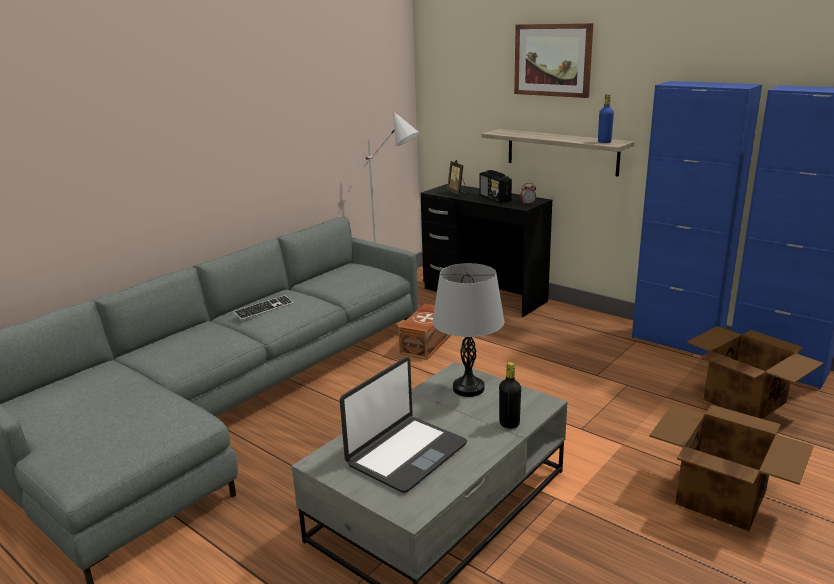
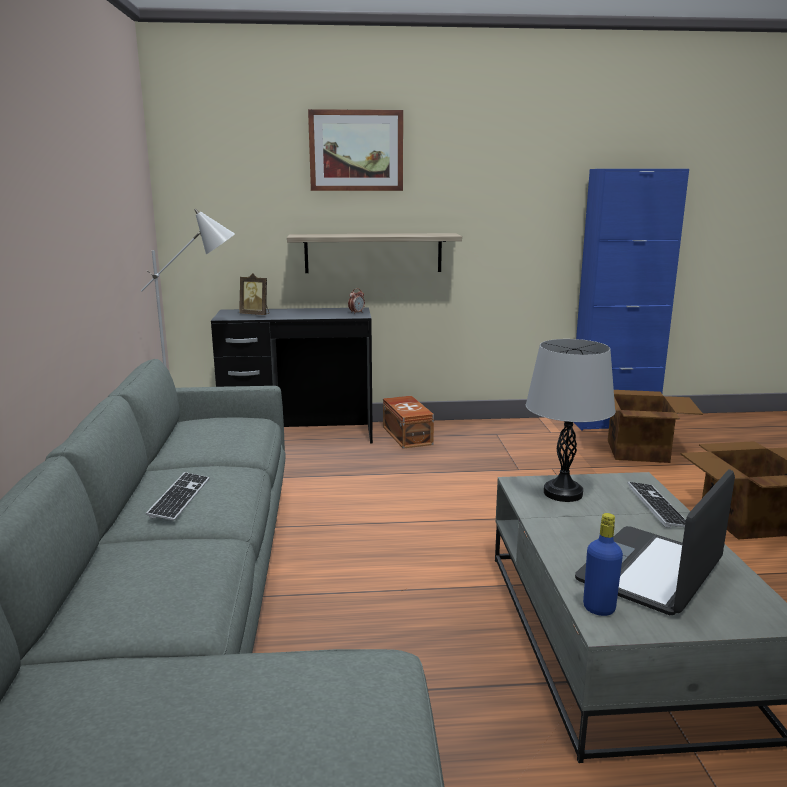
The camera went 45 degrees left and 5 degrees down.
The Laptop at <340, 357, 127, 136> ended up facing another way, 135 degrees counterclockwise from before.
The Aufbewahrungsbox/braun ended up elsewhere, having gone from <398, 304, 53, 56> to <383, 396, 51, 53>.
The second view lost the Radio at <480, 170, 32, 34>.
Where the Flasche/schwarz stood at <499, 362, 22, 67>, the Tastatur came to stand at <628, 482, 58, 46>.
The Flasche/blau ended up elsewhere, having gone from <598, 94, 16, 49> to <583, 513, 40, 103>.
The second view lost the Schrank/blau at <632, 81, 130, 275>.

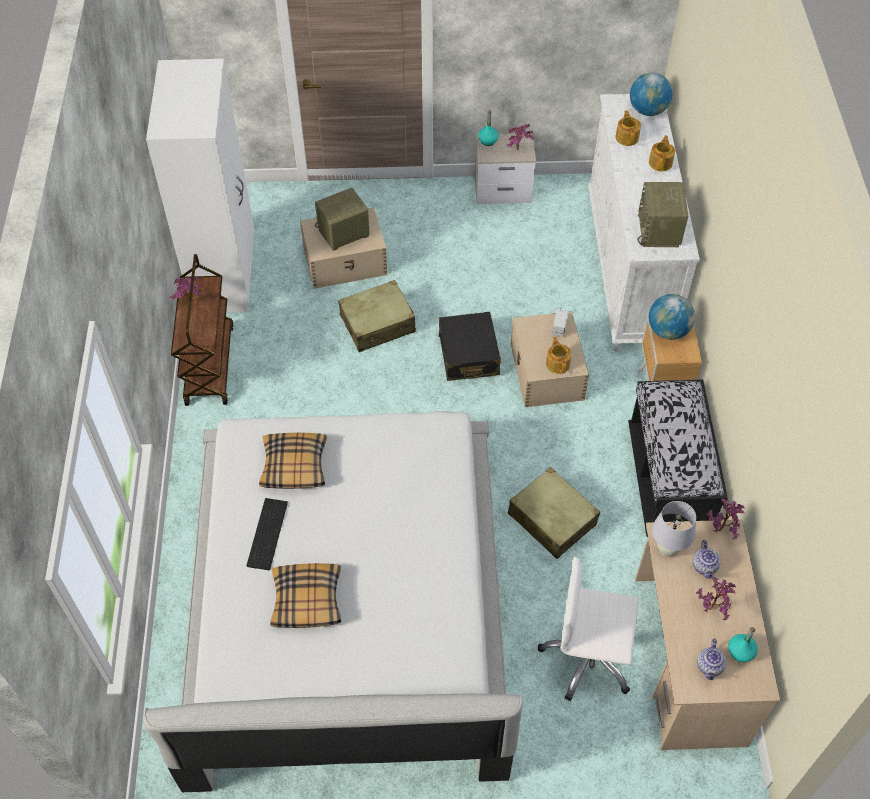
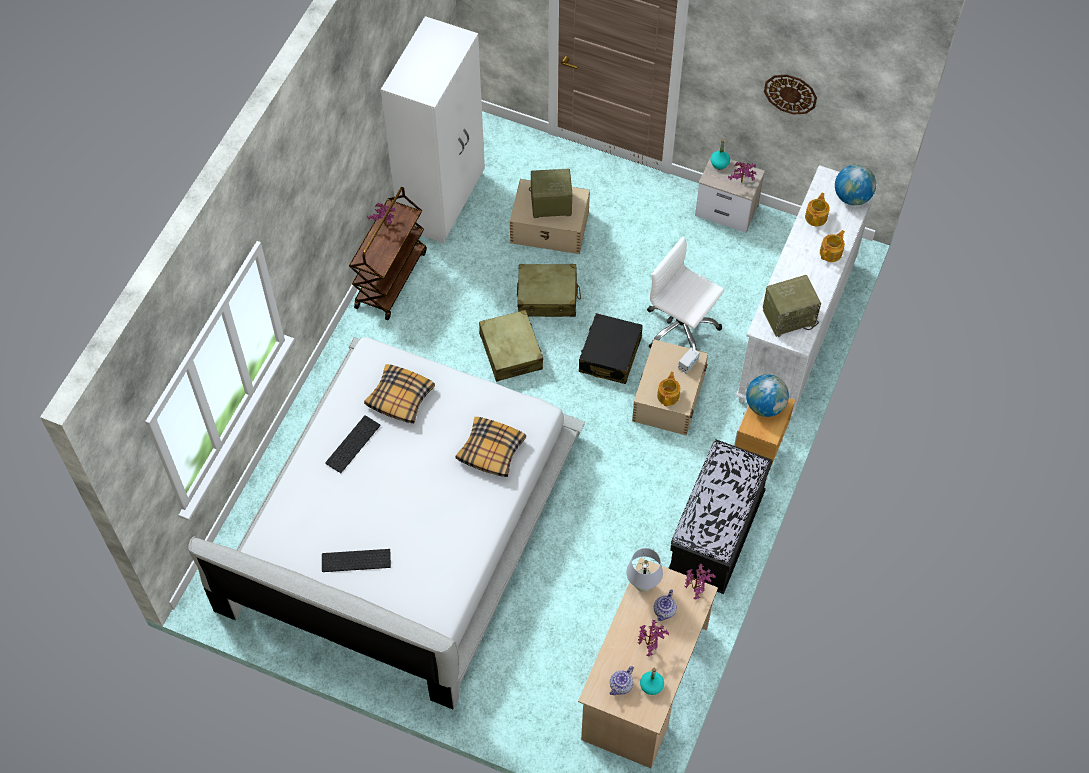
The camera went 25 degrees right and 5 degrees up.
The Kissen ended up elsewhere, having gone from <270, 563, 71, 65> to <455, 417, 71, 60>.
The Koffer/beige ended up elsewhere, having gone from <508, 467, 92, 92> to <479, 310, 64, 72>.
The Bürostuhl/weiß ended up elsewhere, having gone from <538, 557, 100, 144> to <647, 236, 78, 114>.
The Radio at <637, 182, 51, 65> ended up facing another way, 135 degrees counterclockwise from before.
The second view gained the Tastatur at <322, 549, 69, 23>.
The second view gained the Wanduhr at <764, 74, 53, 41>.

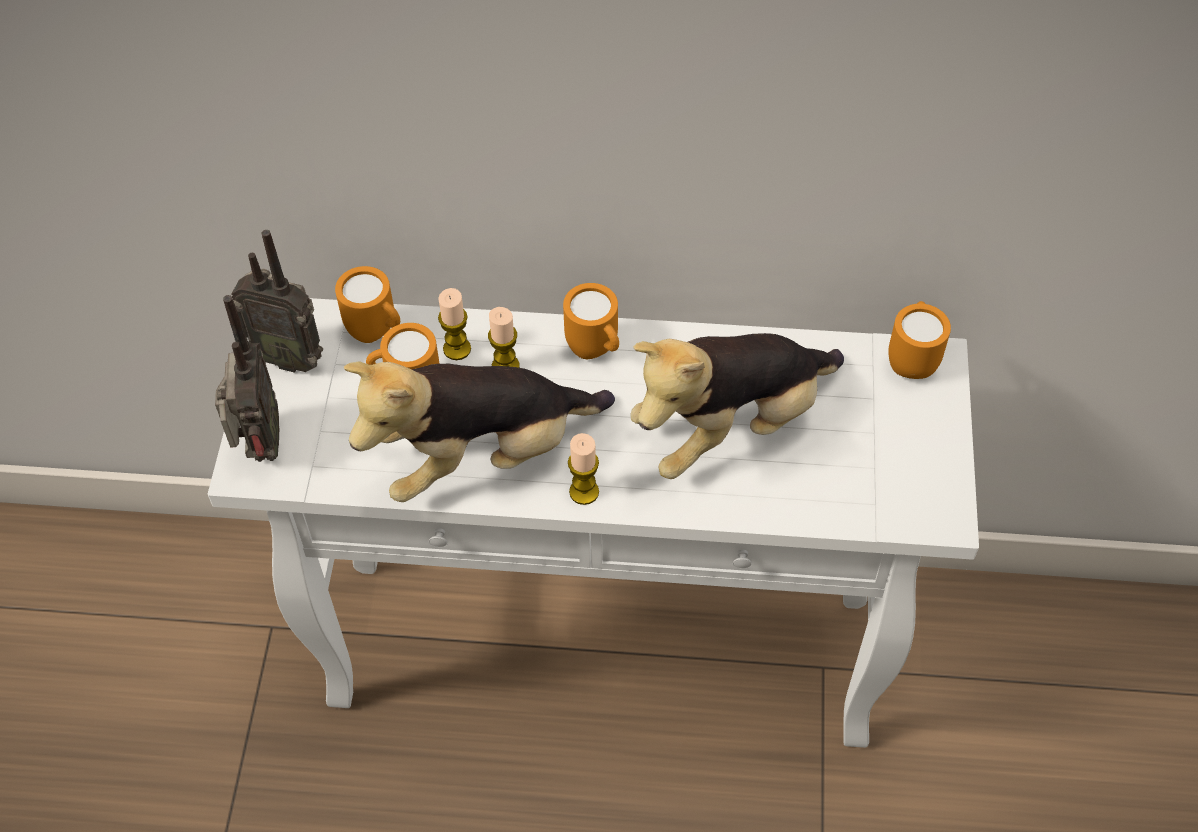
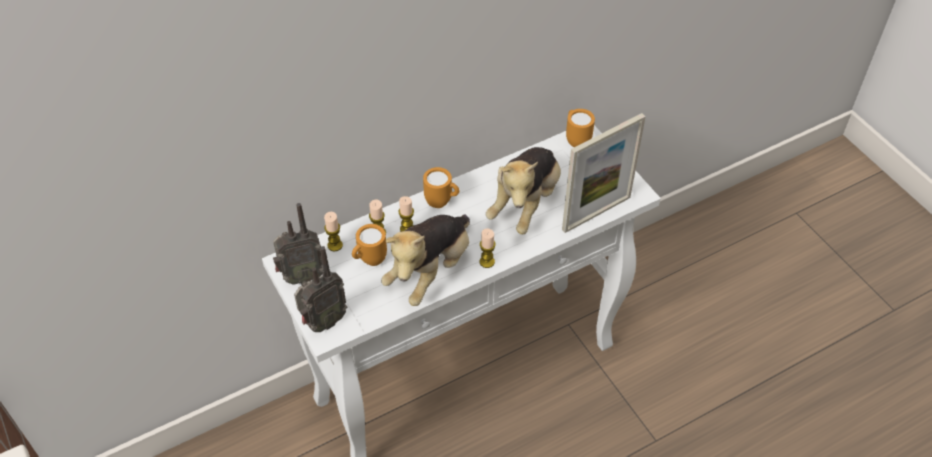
The camera went 35 degrees left and 5 degrees down.
The Radio at <215, 295, 64, 167> ended up facing another way, 90 degrees clockwise from before.
Where the Henkelbecher/orange stood at <335, 266, 65, 77>, the Kerze came to stand at <324, 212, 19, 39>.
The second view gained the Bilderrahmen at <562, 113, 84, 120>.

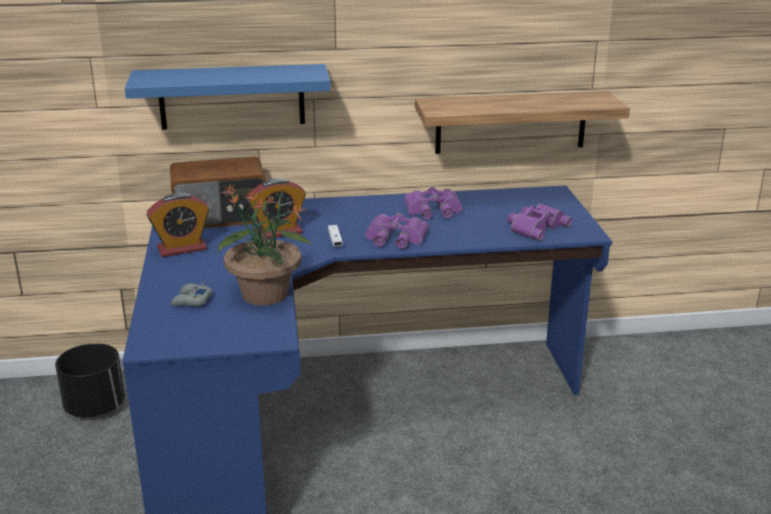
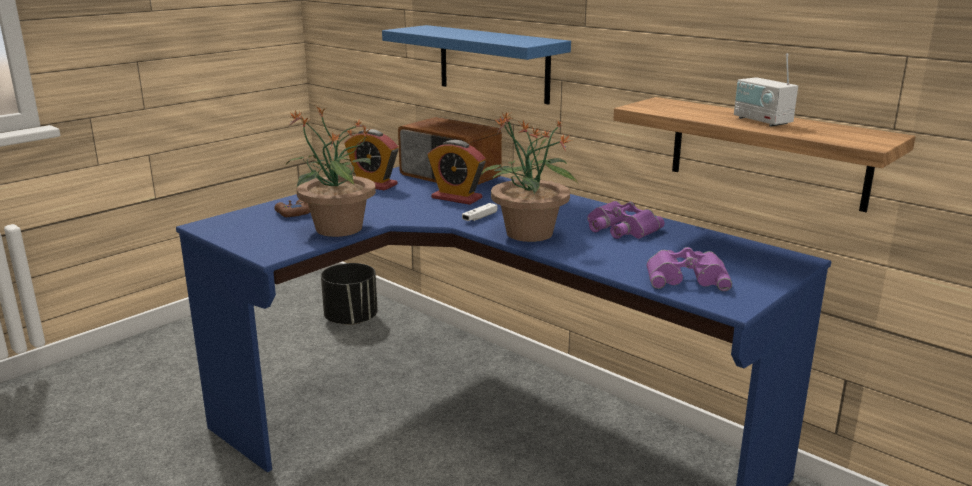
The camera went 50 degrees right and 5 degrees down.
What was the Gamepad/grau at <171, 282, 42, 24> turned into the Gamepad/braun at <274, 199, 36, 18>.
Where the Fernglas/lila stood at <365, 213, 64, 36>, the Topfpflanze came to stand at <481, 112, 97, 130>.
The second view gained the Radio at <734, 53, 64, 73>.

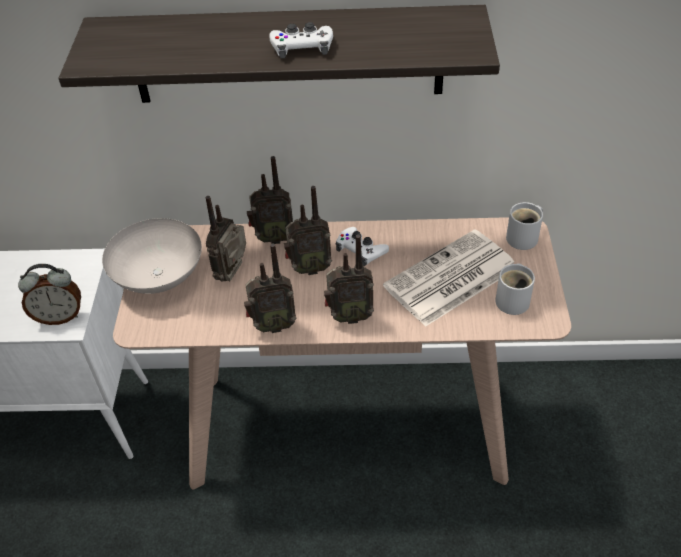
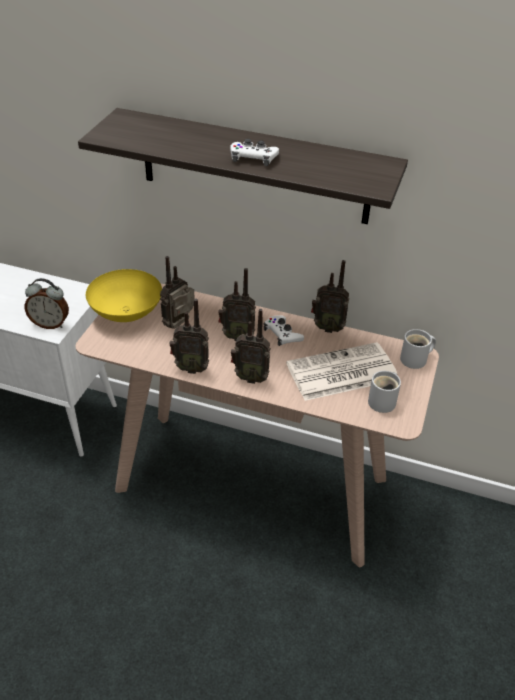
The camera went 15 degrees right and 5 degrees down.
What was the Schüssel/weiß at <102, 218, 100, 76> turned into the Schüssel/gelb at <86, 269, 76, 53>.
The Radio ended up elsewhere, having gone from <247, 156, 46, 88> to <311, 260, 38, 73>.

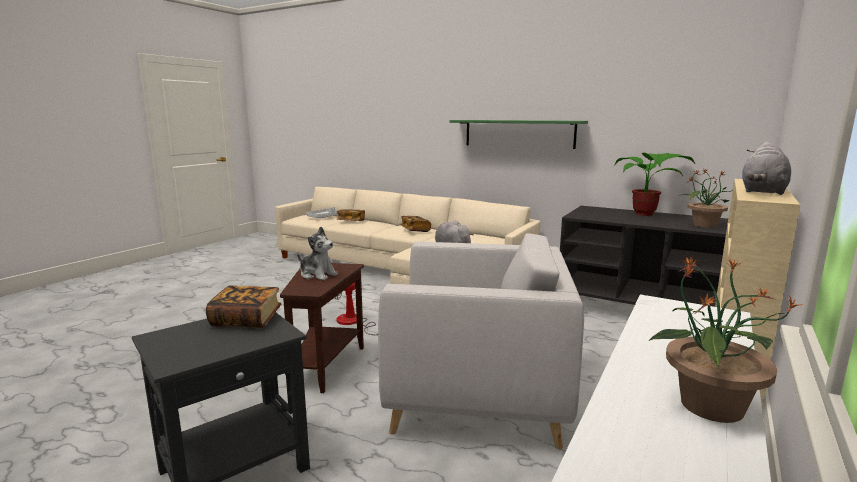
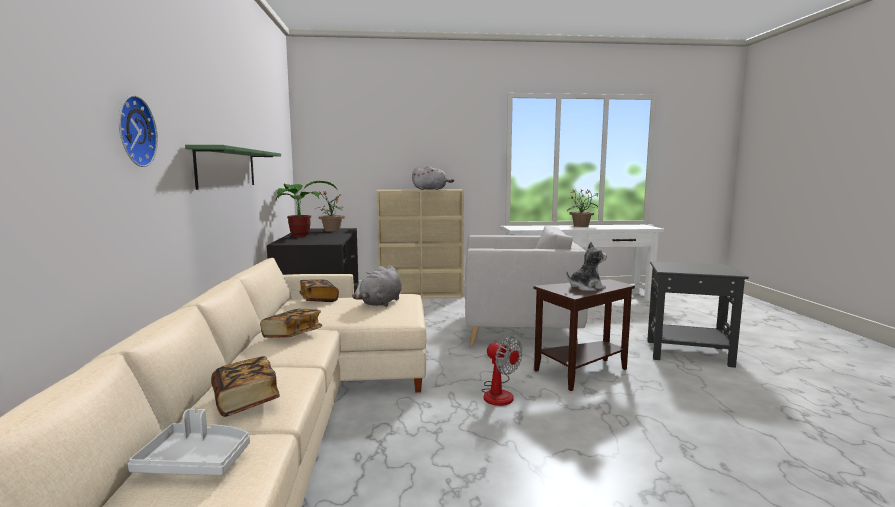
The camera went 125 degrees left and 5 degrees down.
The Buch ended up elsewhere, having gone from <206, 286, 75, 42> to <299, 279, 40, 23>.
The Plüschtier at <297, 227, 41, 53> ended up facing another way, 75 degrees clockwise from before.
The Sessel/grau at <378, 233, 206, 217> ended up facing another way, 120 degrees clockwise from before.
The second view gained the Wanduhr at <119, 95, 39, 72>.

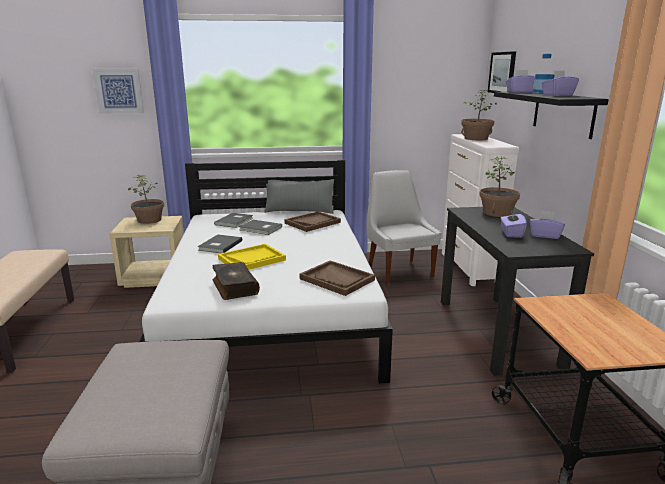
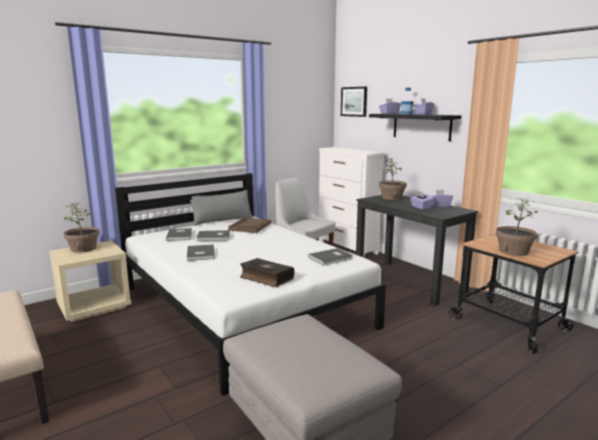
The camera went 30 degrees left and 5 degrees down.
The second view lost the Bild at <92, 69, 52, 45>.
The second view lost the Tablett/gelb at <218, 243, 68, 27>.
Where the Tablett/braun stood at <300, 261, 75, 35>, the Buch/grau came to stand at <308, 248, 45, 18>.
The Topfpflanze ended up elsewhere, having gone from <461, 90, 36, 50> to <496, 198, 42, 58>.

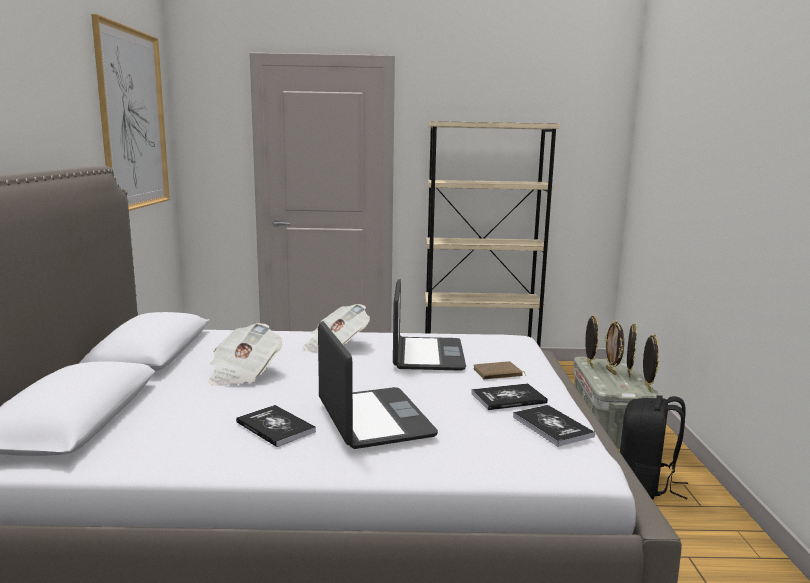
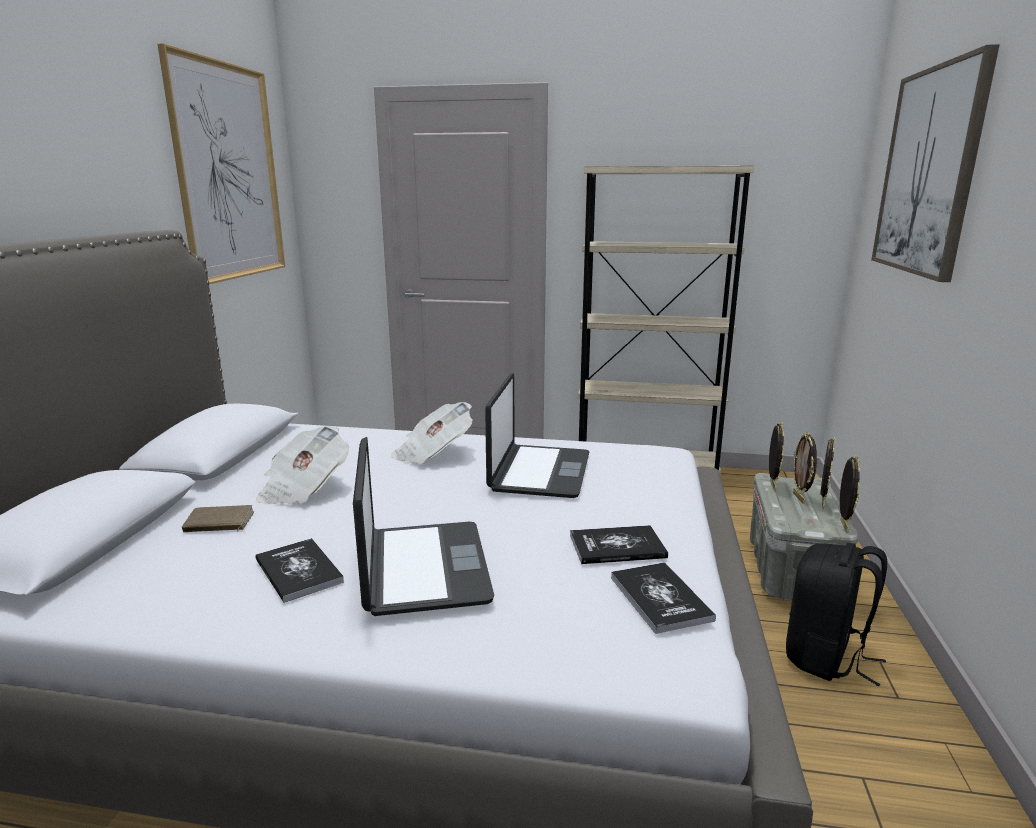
The camera went 10 degrees right and 5 degrees up.
The Buch/braun ended up elsewhere, having gone from <473, 361, 53, 18> to <182, 505, 73, 27>.
The second view gained the Bild at <871, 44, 129, 238>.

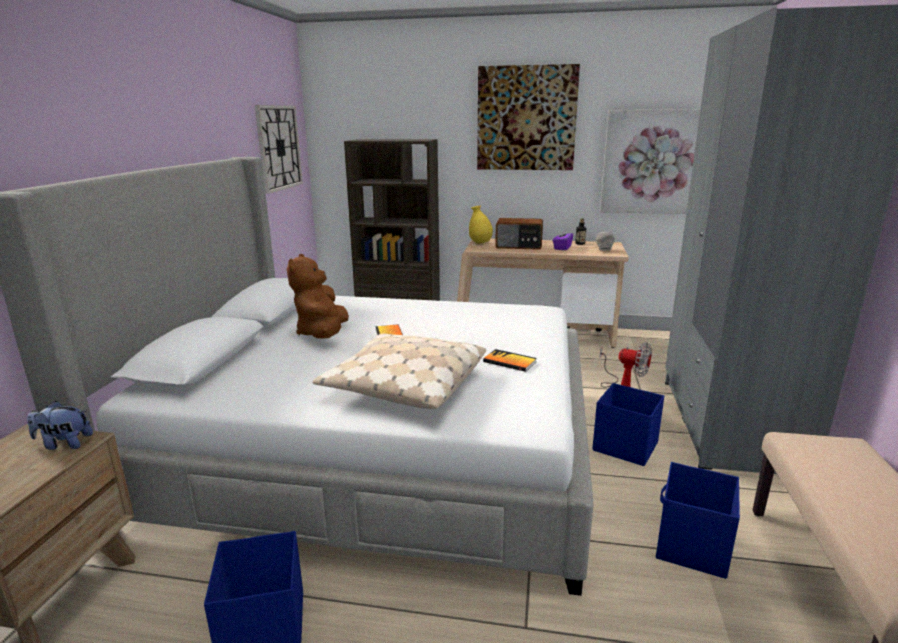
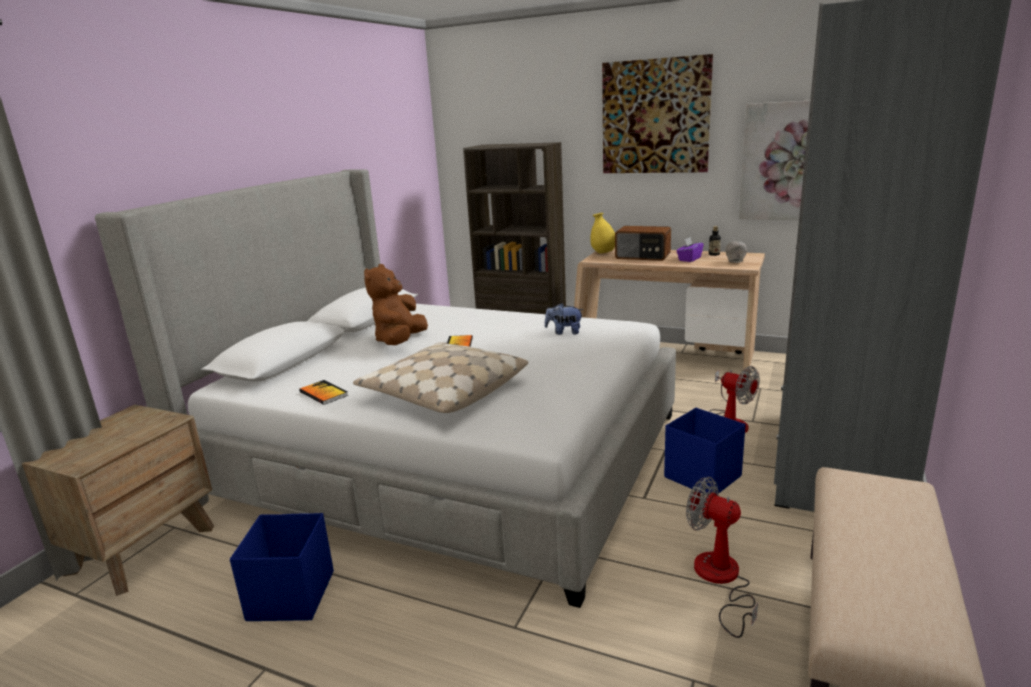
The camera went 15 degrees right and 0 degrees up.
The Plüschtier ended up elsewhere, having gone from <27, 401, 66, 49> to <545, 303, 39, 32>.
The second view lost the Wanduhr at <255, 105, 48, 89>.
The Buch ended up elsewhere, having gone from <483, 349, 54, 23> to <299, 380, 50, 25>.
Where the Aufbewahrungsbox/blau stood at <656, 462, 84, 117>, the Ventilator came to stand at <686, 477, 72, 161>.

